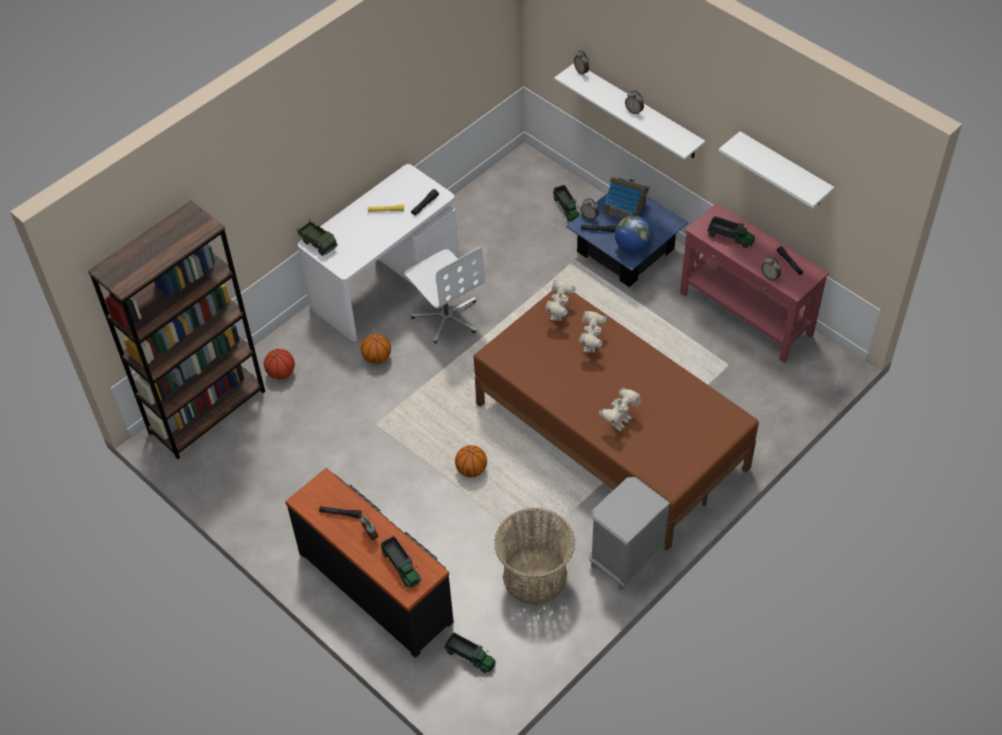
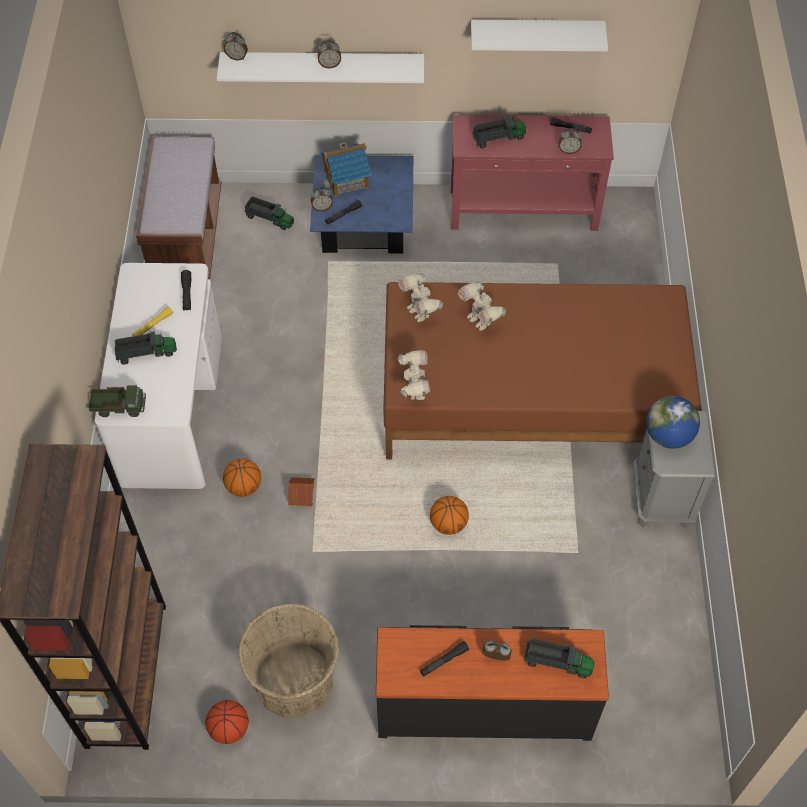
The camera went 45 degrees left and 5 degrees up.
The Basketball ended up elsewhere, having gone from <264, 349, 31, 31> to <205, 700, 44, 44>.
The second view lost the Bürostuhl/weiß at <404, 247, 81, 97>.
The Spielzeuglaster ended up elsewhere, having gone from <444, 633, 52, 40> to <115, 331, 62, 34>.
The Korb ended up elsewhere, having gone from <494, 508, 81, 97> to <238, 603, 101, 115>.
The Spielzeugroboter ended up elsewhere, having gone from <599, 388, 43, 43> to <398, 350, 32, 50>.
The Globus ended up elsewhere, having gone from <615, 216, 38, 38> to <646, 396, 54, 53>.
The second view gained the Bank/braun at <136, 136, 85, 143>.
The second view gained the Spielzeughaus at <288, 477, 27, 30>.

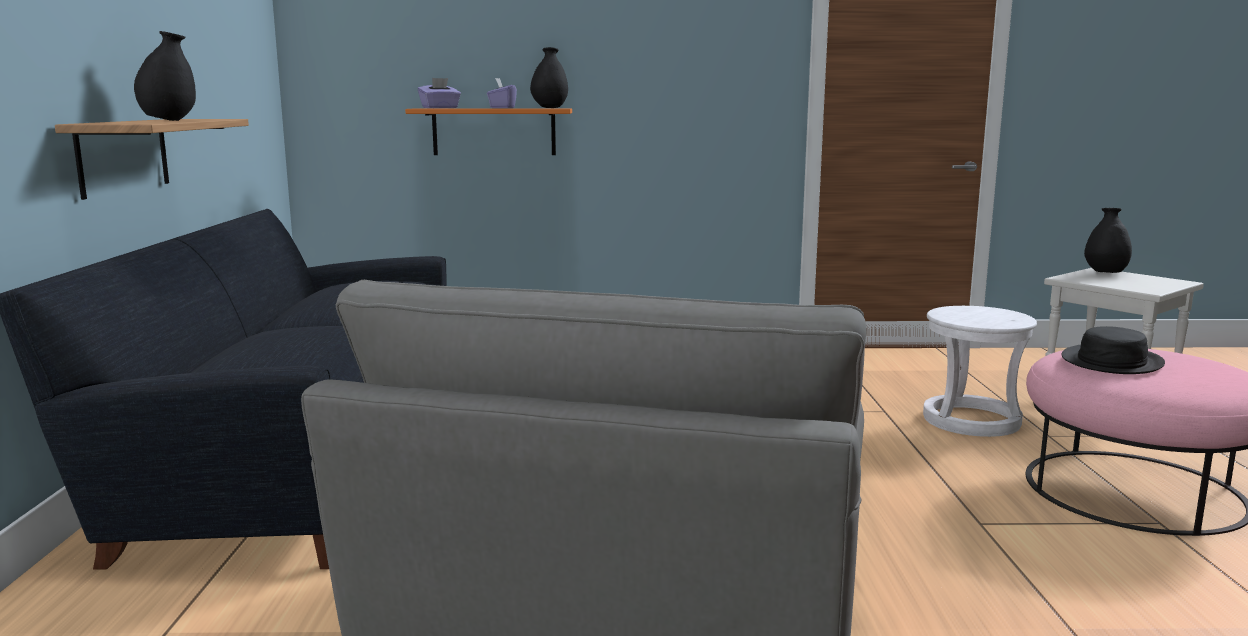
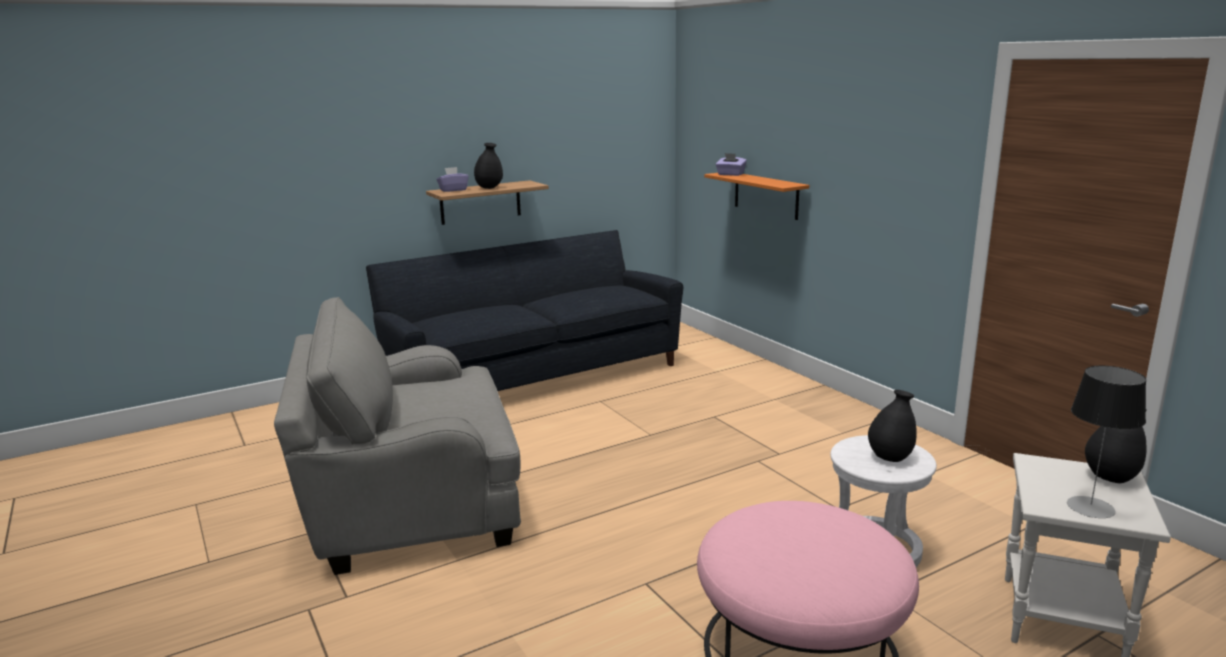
The camera went 60 degrees right and 5 degrees up.
The Taschentuchbox/lila ended up elsewhere, having gone from <487, 78, 30, 30> to <437, 167, 32, 25>.
The Vase/schwarz ended up elsewhere, having gone from <530, 47, 38, 61> to <868, 390, 49, 72>.
The second view lost the Hut/schwarz at <1062, 326, 103, 48>.
The second view gained the Tischlampe at <1067, 366, 79, 152>.

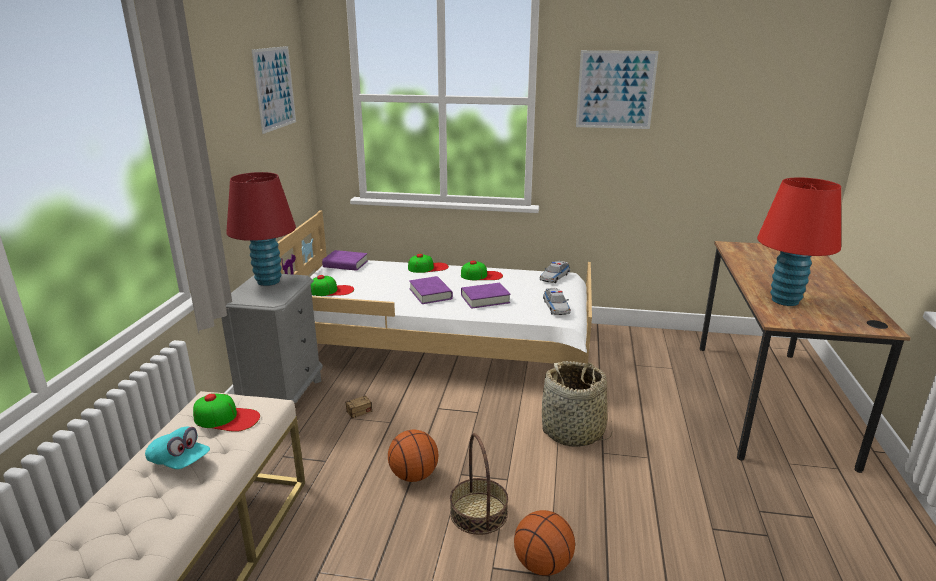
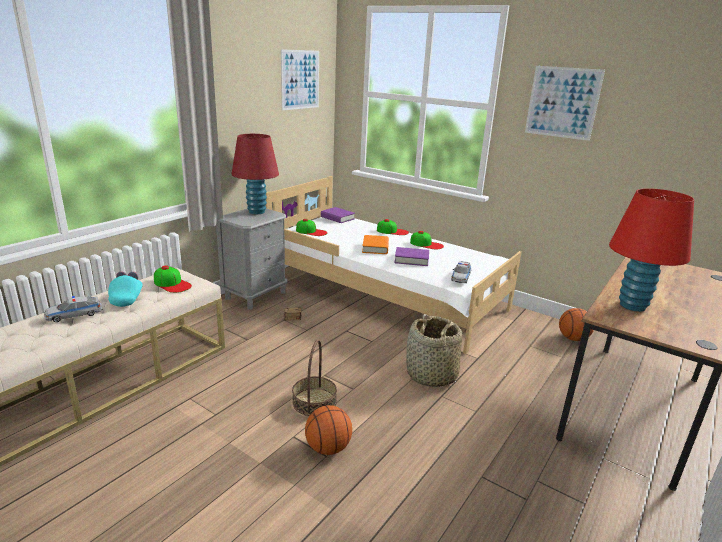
The camera went 25 degrees right and 0 degrees up.
The Kappe/türkis at <145, 427, 65, 42> ended up facing another way, 150 degrees counterclockwise from before.
The Basketball ended up elsewhere, having gone from <388, 430, 51, 52> to <559, 308, 35, 33>.
What was the Buch/lila at <409, 276, 44, 28> turned into the Buch/orange at <362, 235, 27, 19>.
The Spielzeugauto ended up elsewhere, having gone from <540, 261, 30, 22> to <44, 296, 59, 26>.

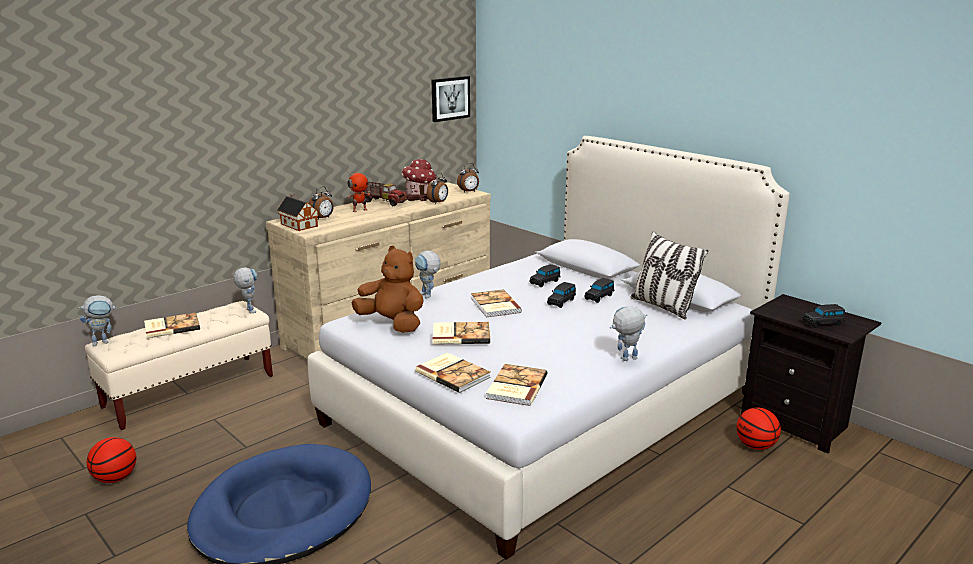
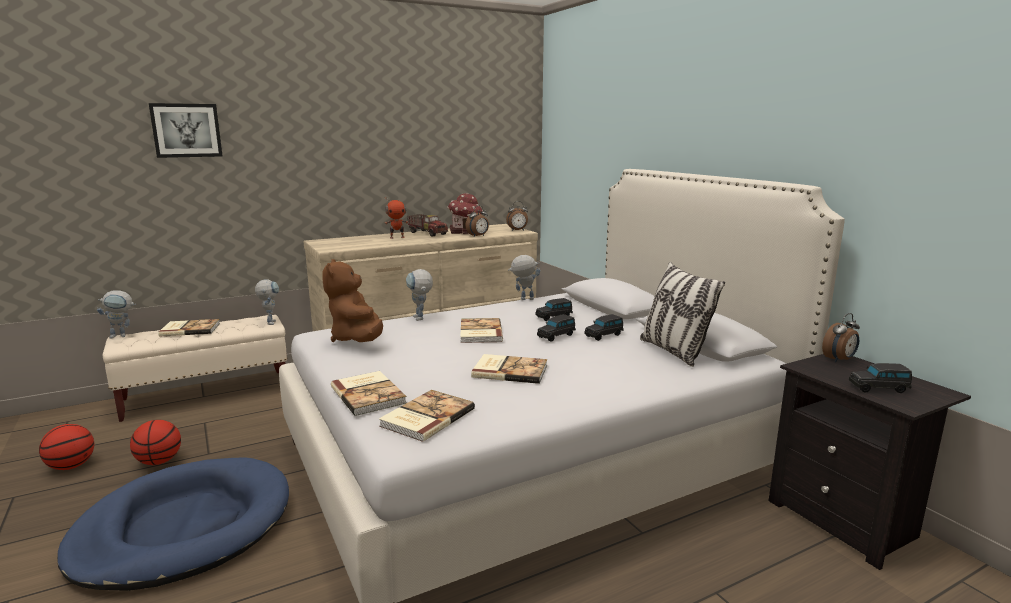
The camera went 15 degrees right and 5 degrees down.
The second view lost the Spielzeughaus at <277, 194, 41, 37>.
The Wecker ended up elsewhere, having gone from <309, 186, 25, 34> to <822, 313, 38, 49>.
The Plüschtier/braun at <351, 246, 73, 87> ended up facing another way, 150 degrees counterclockwise from before.
The Bild ended up elsewhere, having gone from <432, 76, 38, 46> to <149, 103, 74, 55>.
The Buch ended up elsewhere, having gone from <433, 322, 57, 23> to <471, 354, 76, 30>.
The Spielzeugroboter ended up elsewhere, having gone from <610, 307, 38, 54> to <508, 255, 32, 45>.
The Basketball ended up elsewhere, having gone from <736, 407, 45, 43> to <130, 420, 51, 45>.

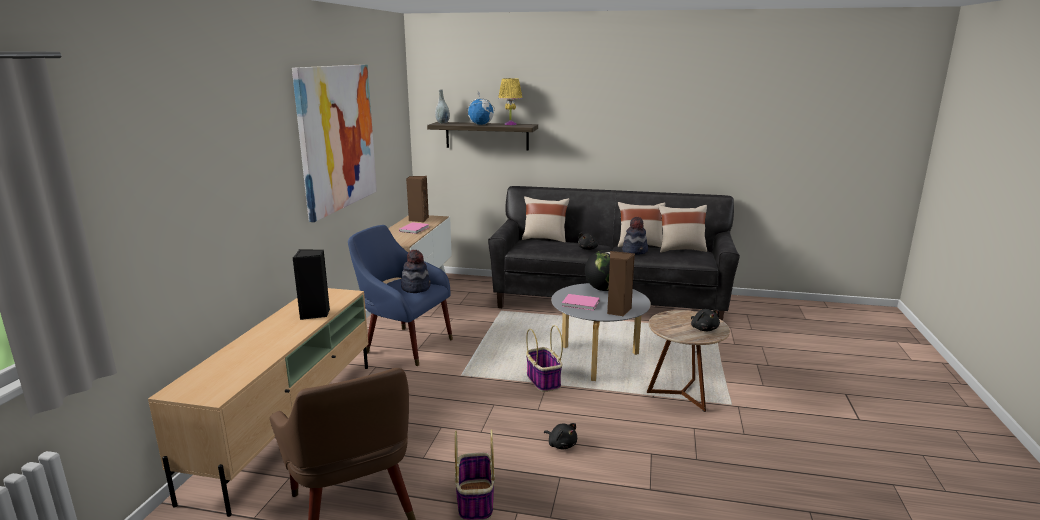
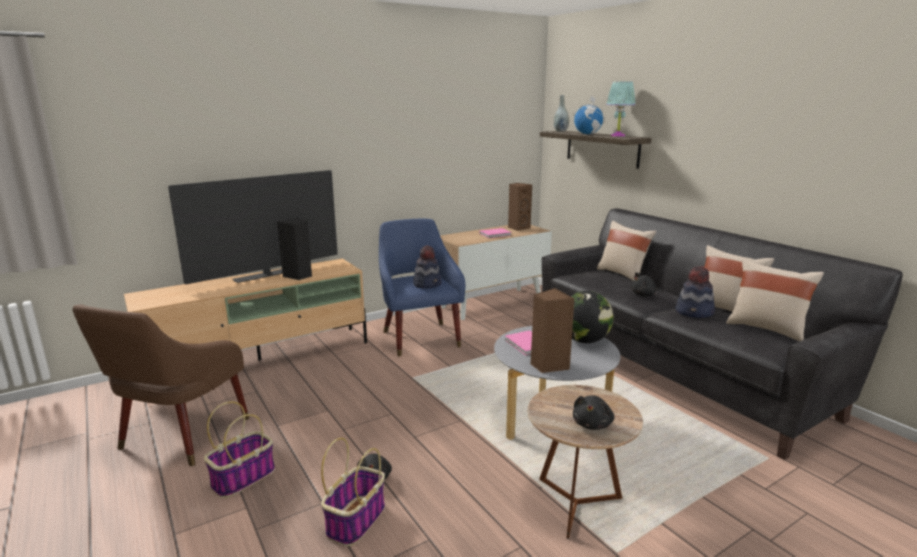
The camera went 45 degrees right and 0 degrees up.
The second view lost the Bild at <292, 64, 85, 158>.
What was the Tischlampe/gelb at <498, 78, 24, 47> turned into the Tischlampe/türkis at <606, 82, 30, 55>.
The Korb ended up elsewhere, having gone from <526, 325, 37, 67> to <321, 438, 64, 108>.
The second view gained the Fernseher at <168, 170, 170, 114>.

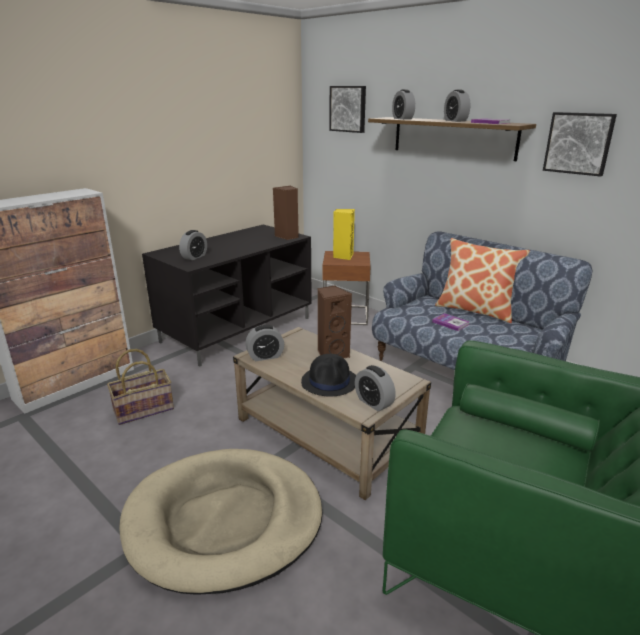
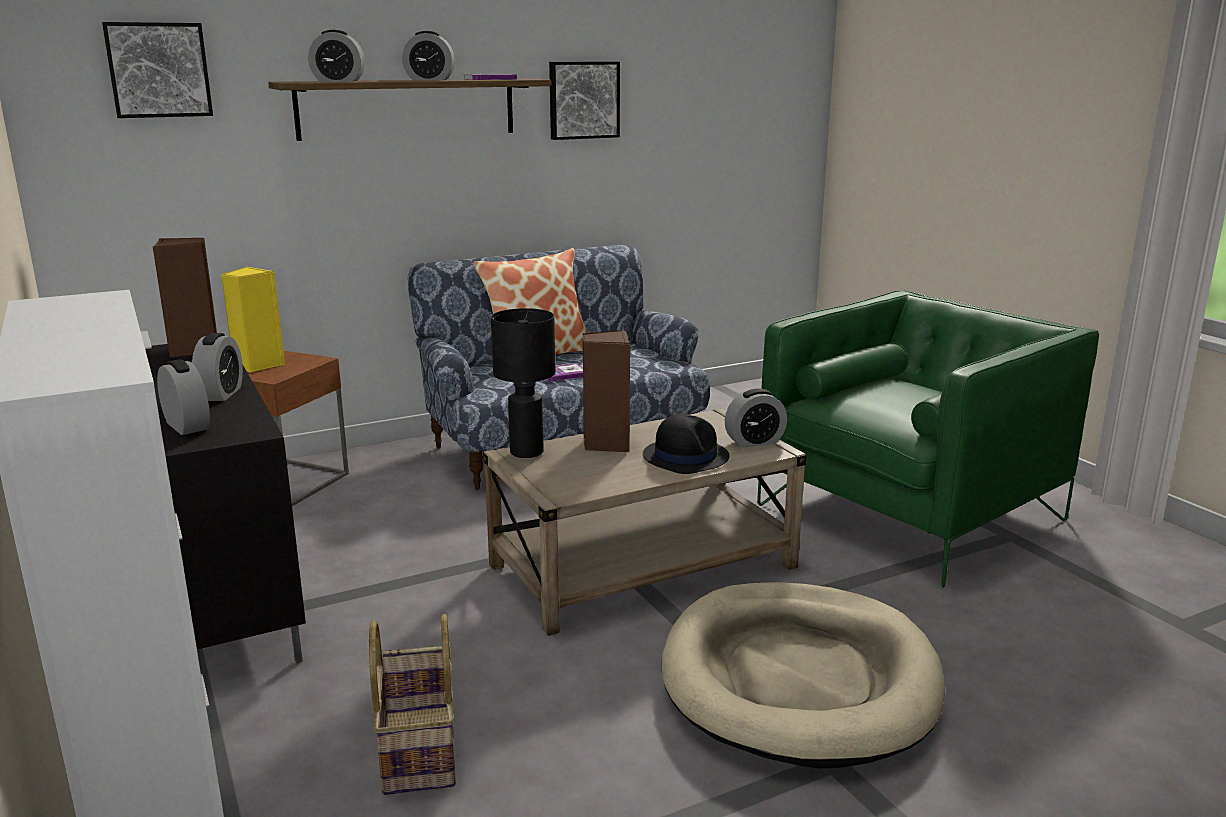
The camera went 70 degrees left and 5 degrees down.
The Wecker ended up elsewhere, having gone from <245, 325, 39, 36> to <192, 333, 51, 68>.
The second view gained the Tischlampe/schwarz at <491, 308, 64, 150>.

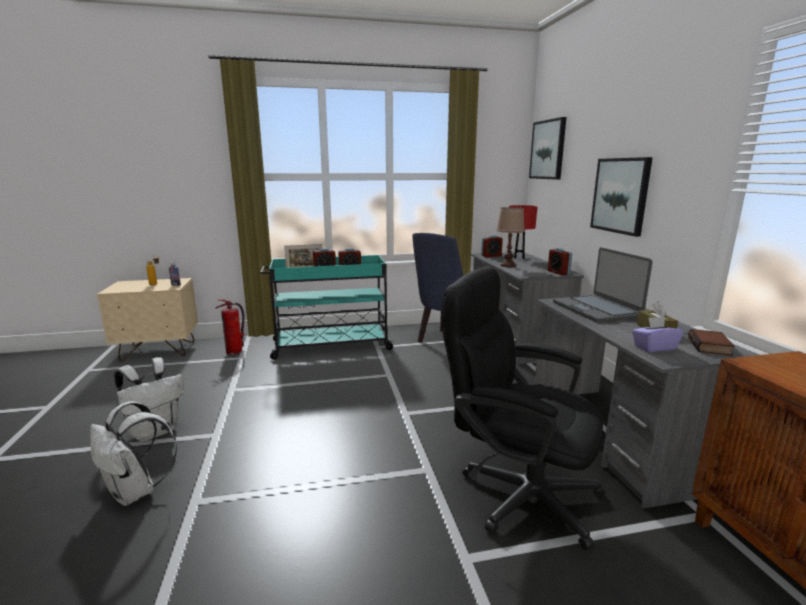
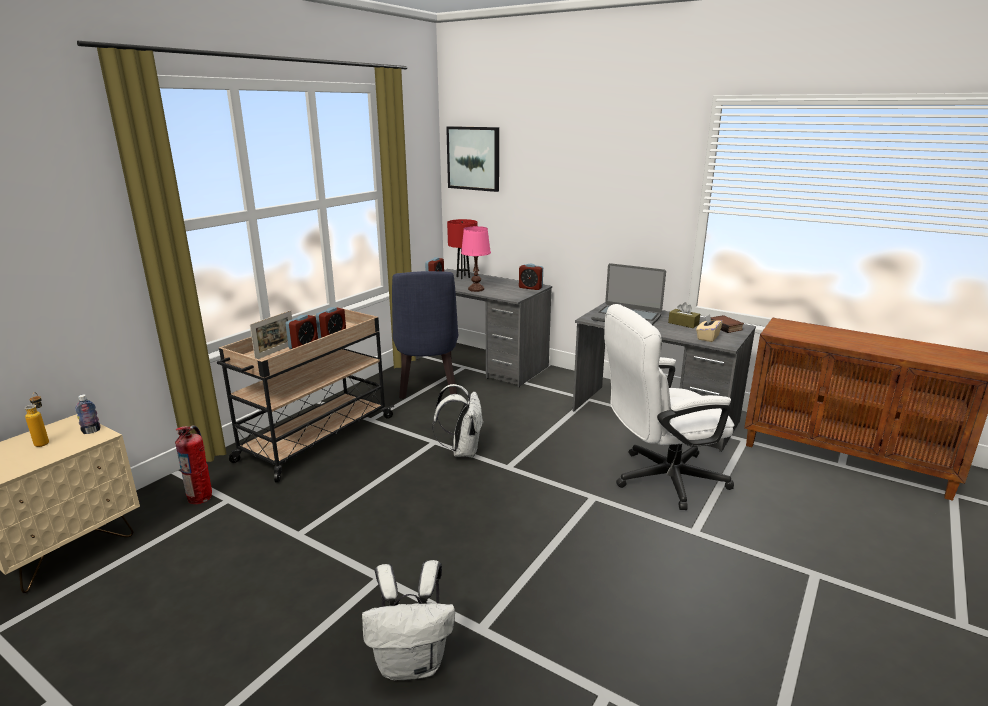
The camera went 45 degrees left and 5 degrees up.
The Rucksack/weiß ended up elsewhere, having gone from <114, 357, 69, 84> to <432, 384, 51, 74>.
What was the Rollwagen/türkis at <260, 255, 134, 105> turned into the Rollwagen/beige at <217, 307, 177, 176>.
What was the Bürostuhl/schwarz at <442, 266, 163, 284> turned into the Bürostuhl/weiß at <604, 304, 131, 206>.
What was the Tischlampe/braun at <496, 207, 29, 60> turned into the Tischlampe/rosa at <461, 226, 30, 66>.
The second view lost the Bild at <590, 157, 63, 80>.
What was the Taschentuchbox/lila at <632, 317, 52, 35> turned into the Taschentuchbox/beige at <696, 314, 27, 28>.

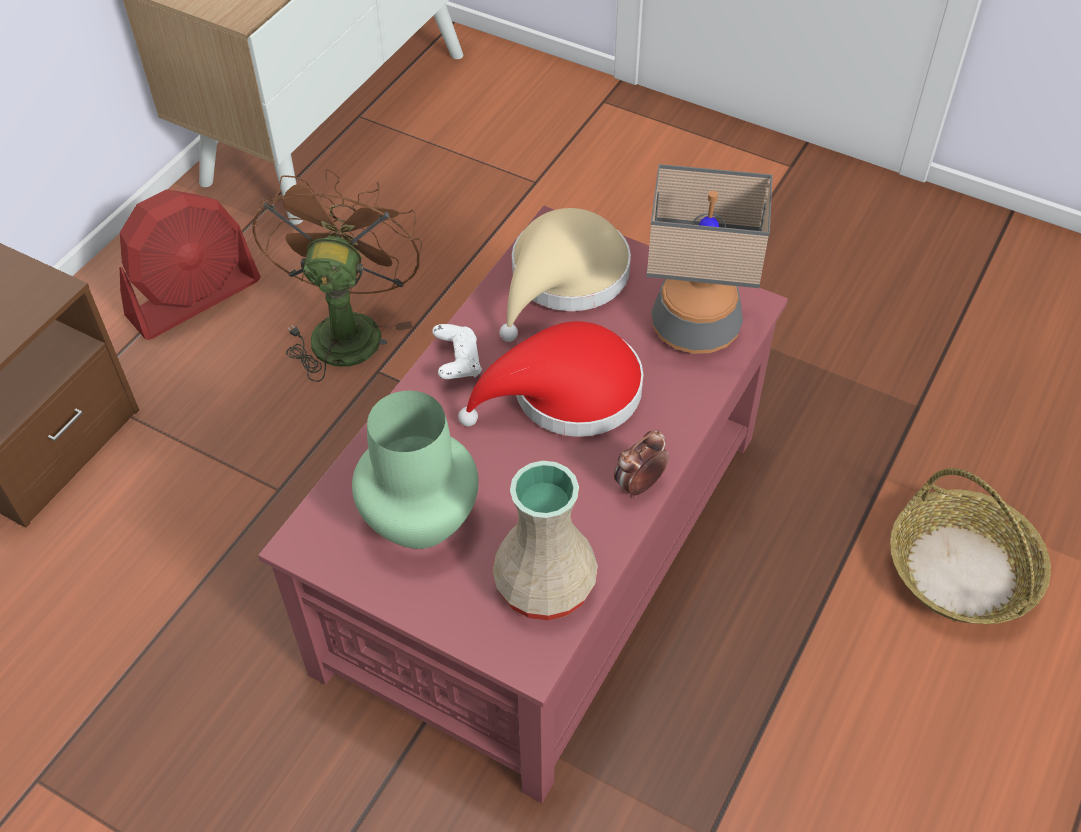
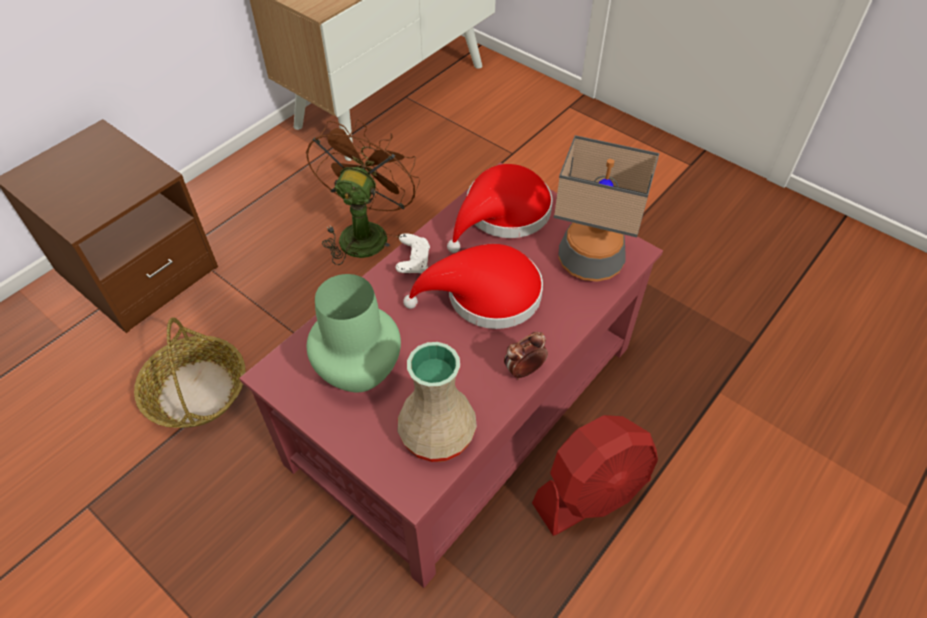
The camera went 10 degrees right and 0 degrees up.
The Ventilator/rot ended up elsewhere, having gone from <120, 189, 141, 151> to <532, 415, 126, 121>.
What was the Hut/beige at <499, 208, 132, 134> turned into the Hut/rot at <447, 164, 105, 89>.
The Korb ended up elsewhere, having gone from <890, 468, 161, 156> to <134, 317, 112, 111>.

